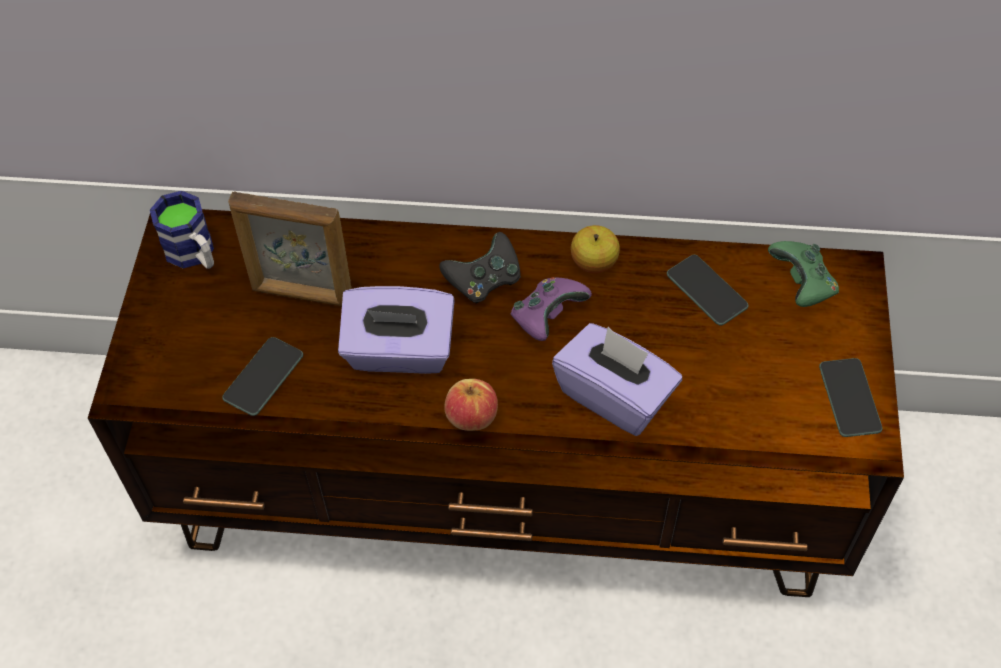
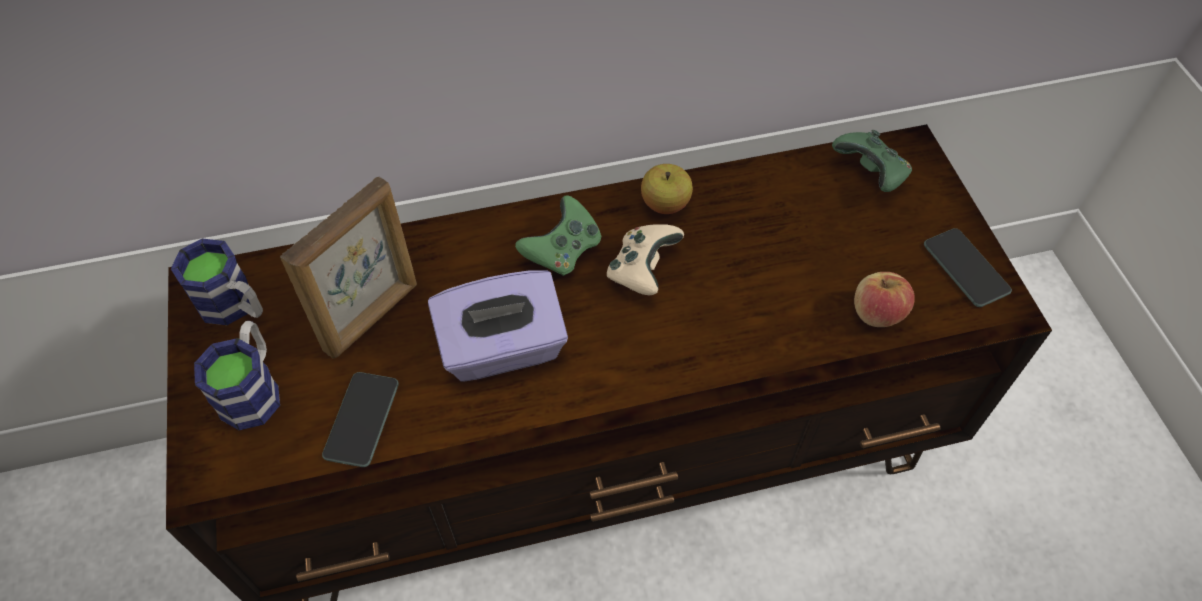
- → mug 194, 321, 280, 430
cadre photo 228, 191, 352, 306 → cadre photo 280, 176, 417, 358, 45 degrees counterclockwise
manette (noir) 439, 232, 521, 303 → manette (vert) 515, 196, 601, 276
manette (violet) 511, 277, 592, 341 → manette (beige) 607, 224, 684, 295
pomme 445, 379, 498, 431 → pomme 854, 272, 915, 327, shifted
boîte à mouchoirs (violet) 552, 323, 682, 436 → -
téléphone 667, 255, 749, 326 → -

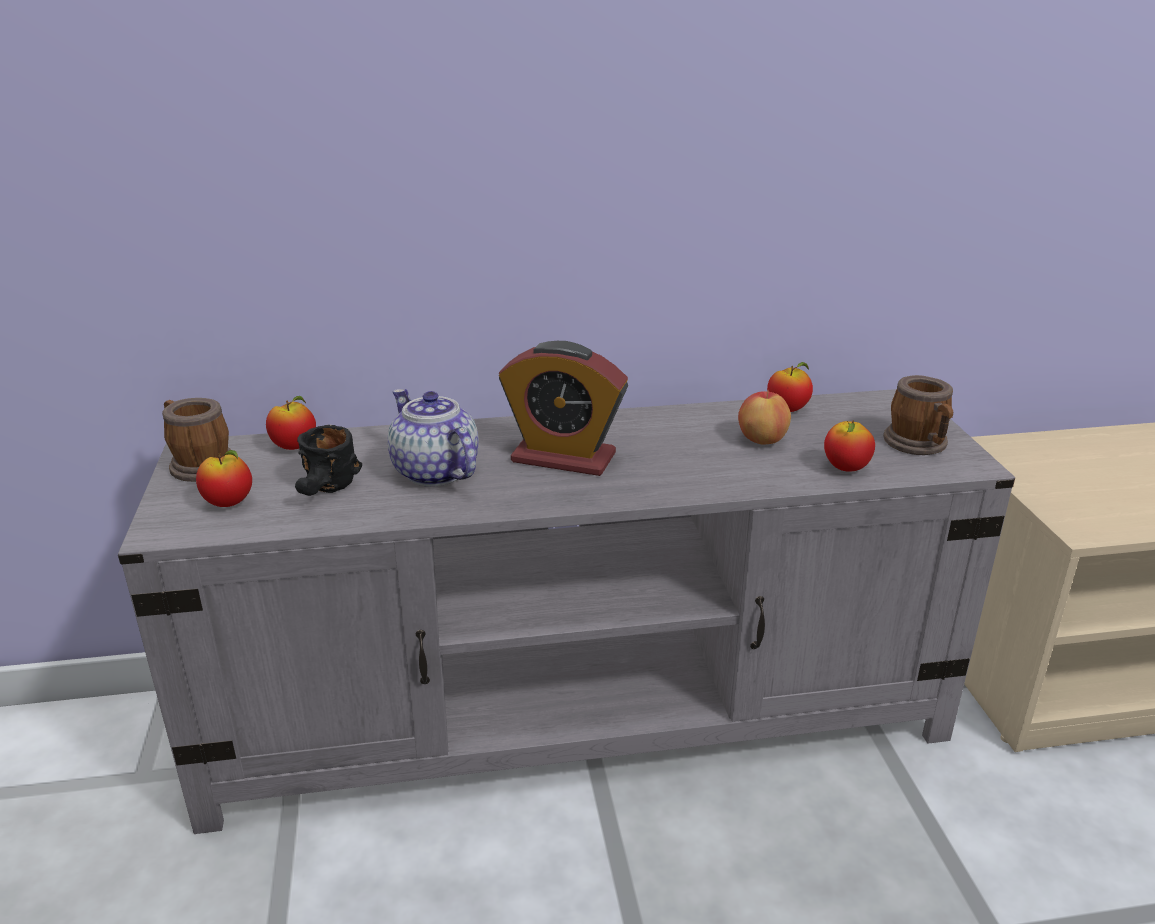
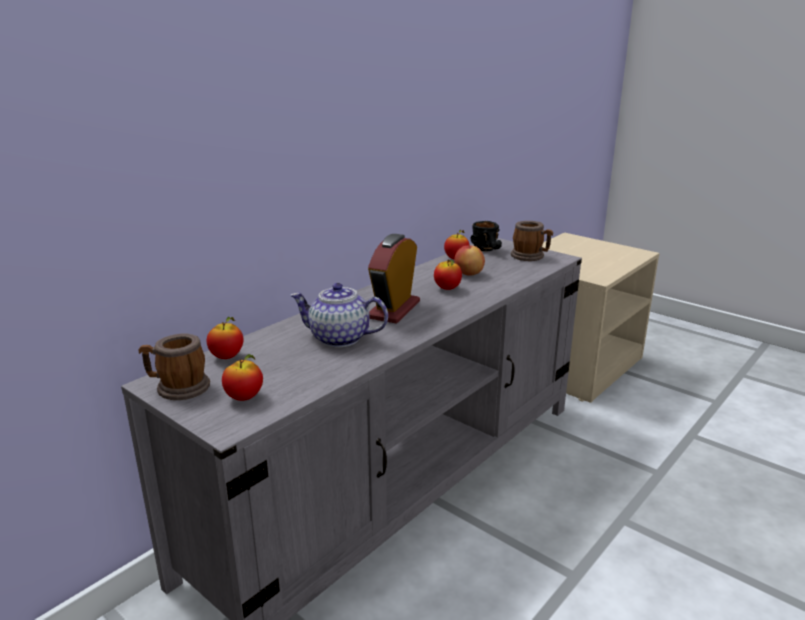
réveil 499, 341, 628, 476 → réveil 368, 234, 420, 324, 135 degrees clockwise
pomme 824, 421, 875, 472 → pomme 434, 260, 462, 290, shifted
mug (noir) 295, 425, 362, 496 → mug (noir) 471, 221, 502, 251, shifted

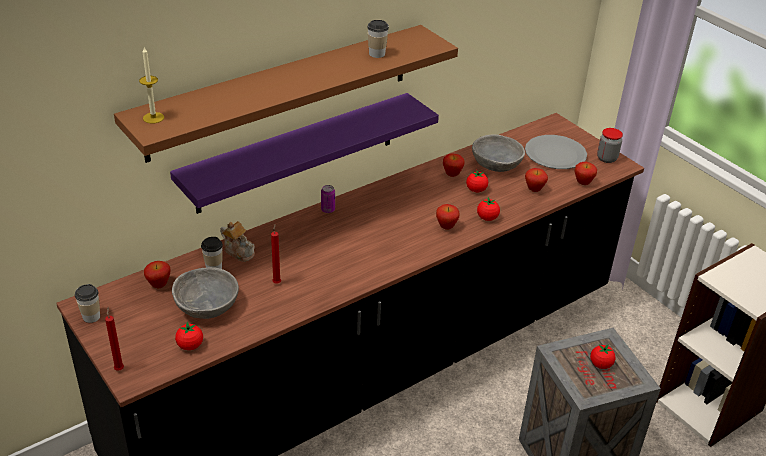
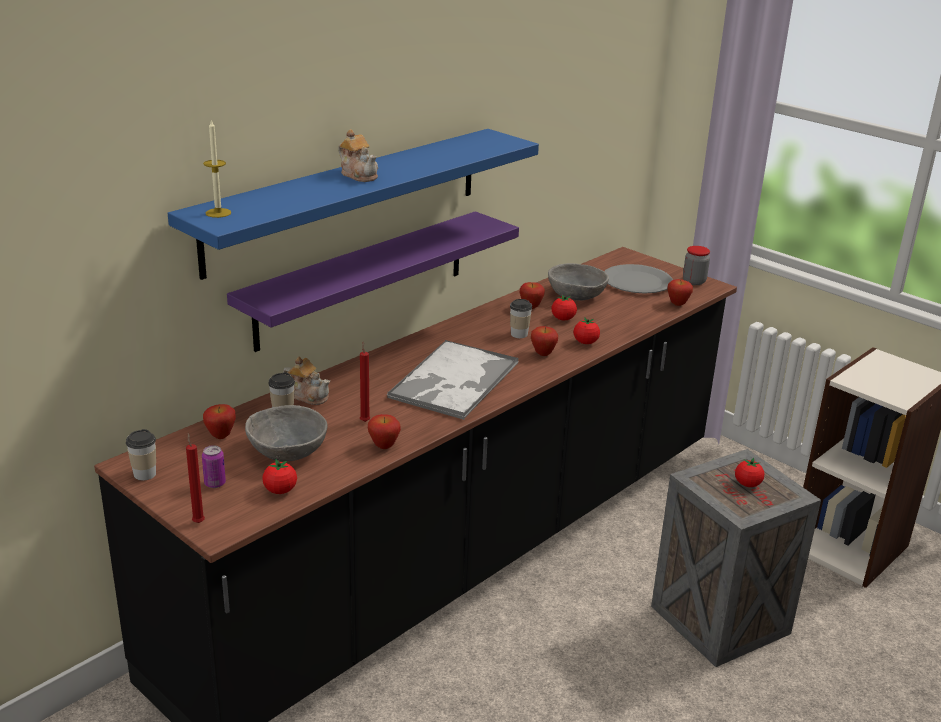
étagère (marron) 114, 25, 458, 163 → étagère (bleu) 168, 129, 539, 280
boîte métallique 321, 185, 335, 213 → boîte métallique 202, 445, 226, 488, shifted
- → théière 338, 129, 378, 182
pomme 525, 168, 548, 192 → pomme 368, 414, 401, 449, shifted
- → plateau 387, 340, 518, 420
tasse 367, 20, 389, 58 → tasse 510, 299, 532, 338, shifted

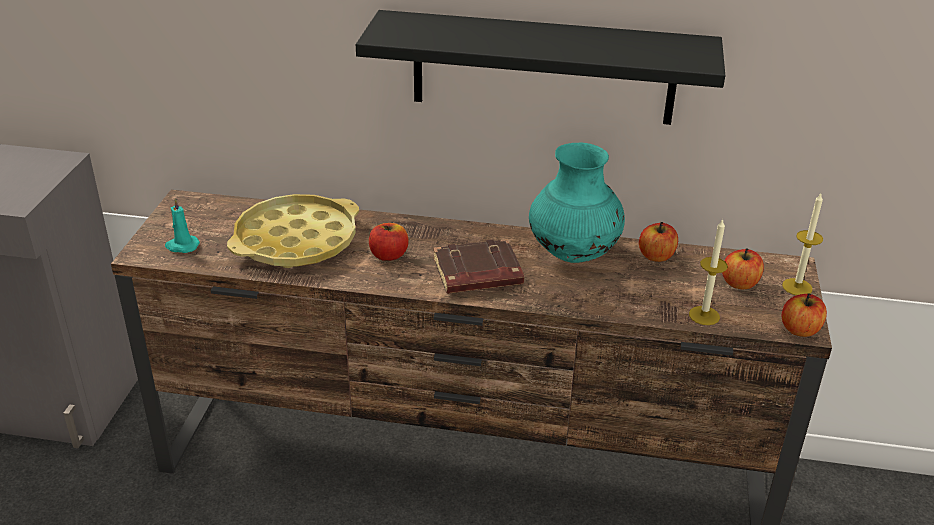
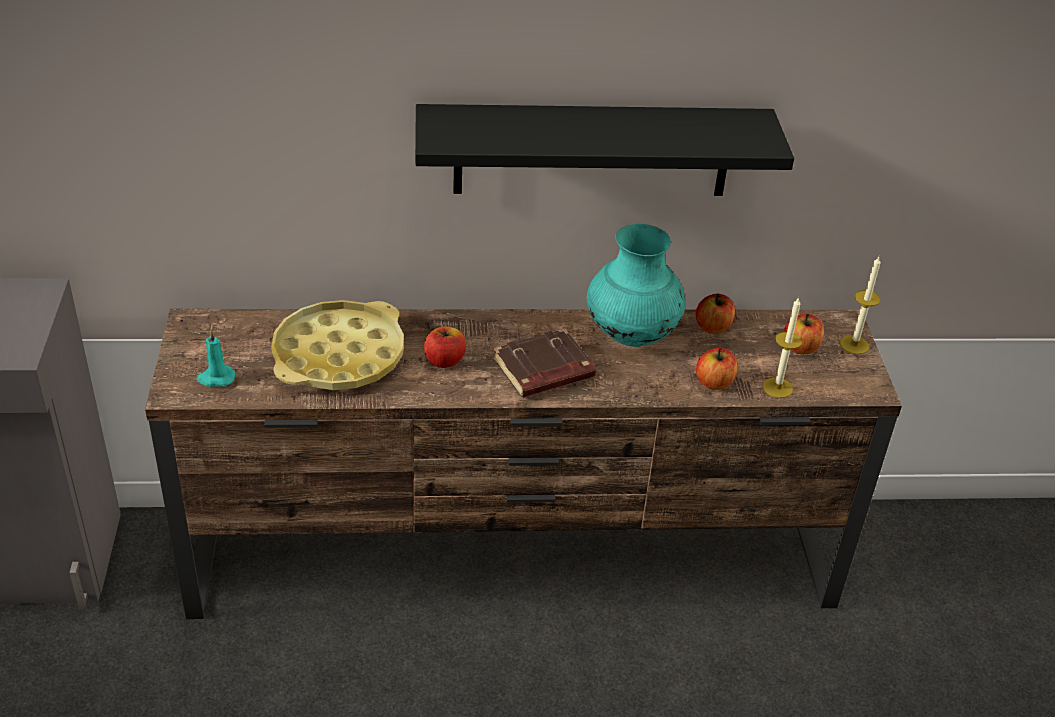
pomme 781, 293, 827, 337 → pomme 696, 348, 738, 390, shifted

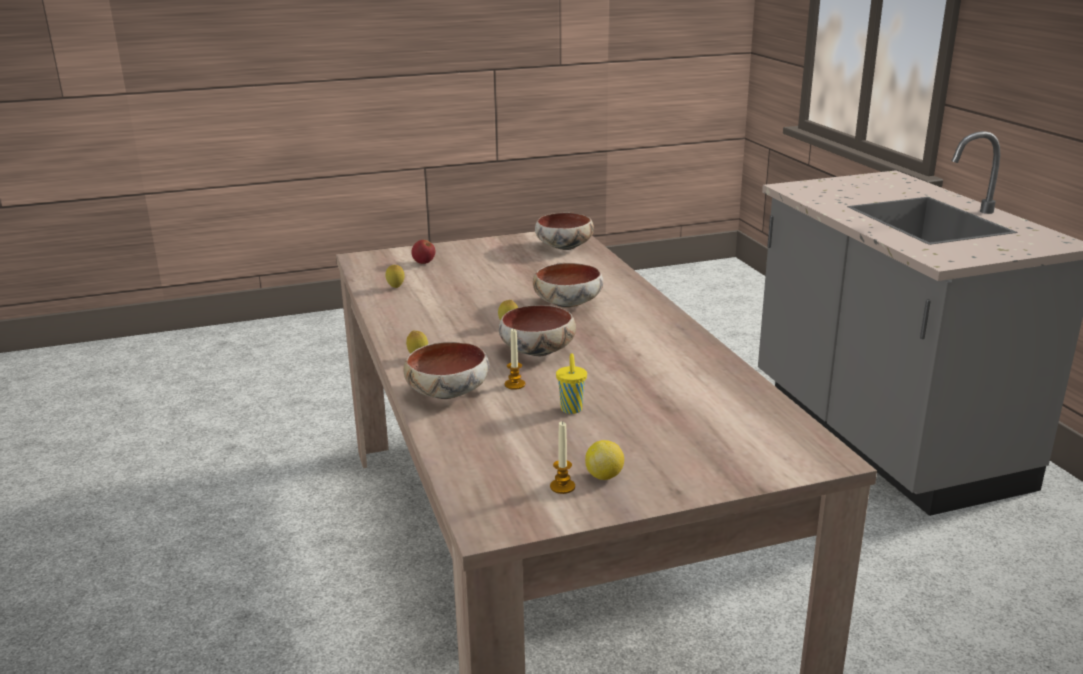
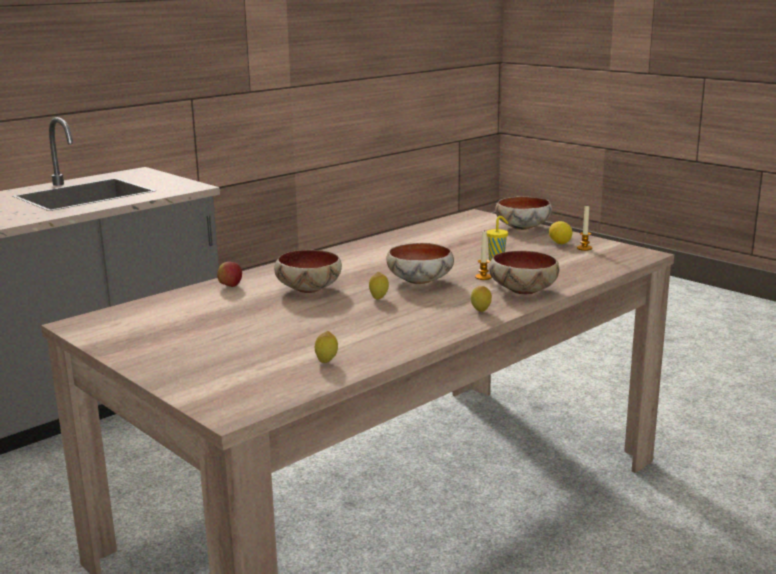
pomme 411, 240, 435, 264 → pomme 217, 262, 242, 287, shifted
bol 535, 212, 594, 250 → bol 495, 196, 552, 230, shifted

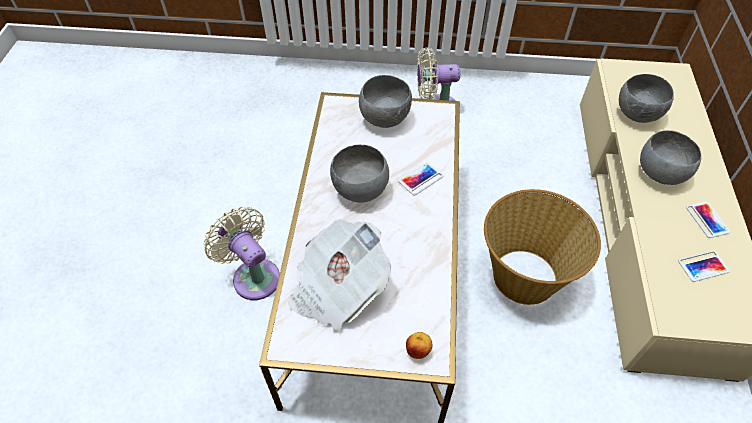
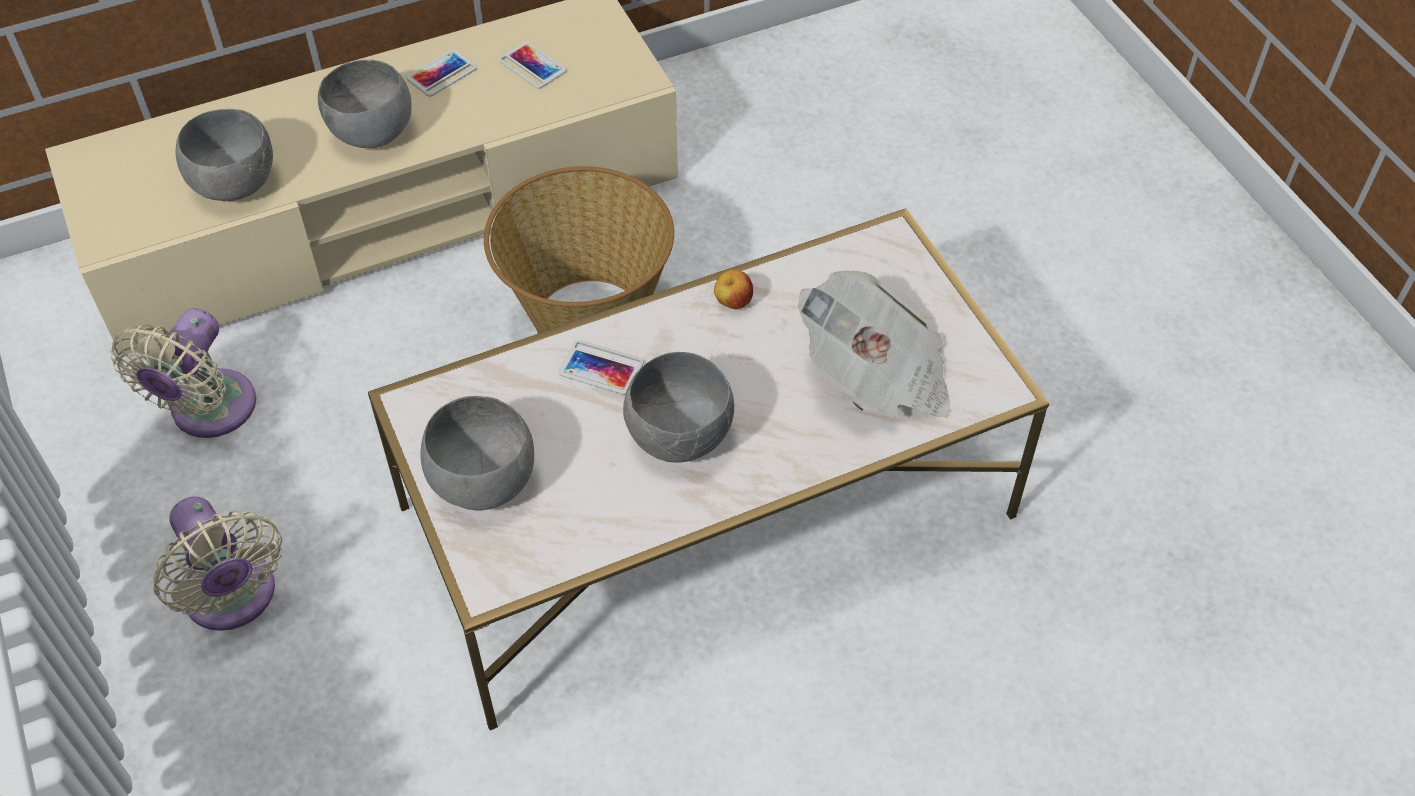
ventilateur (beige) 204, 207, 280, 300 → ventilateur (beige) 110, 308, 256, 438, shifted
pomme 406, 332, 432, 359 → pomme 714, 270, 753, 309, shifted

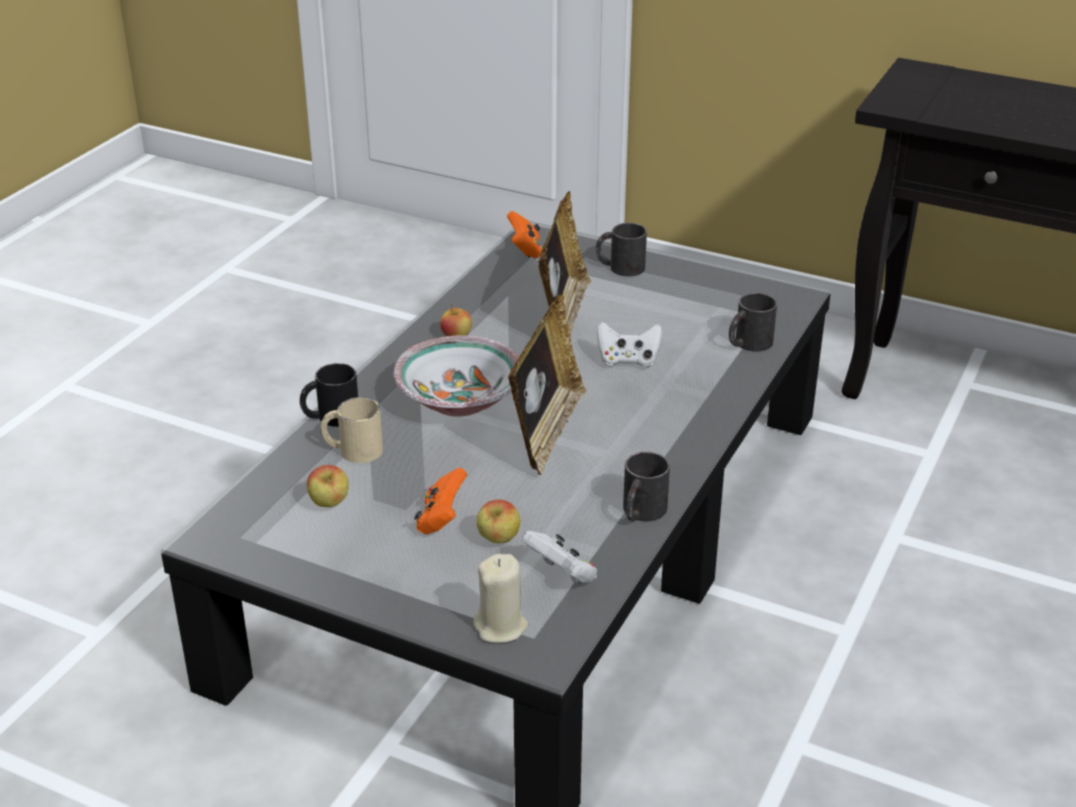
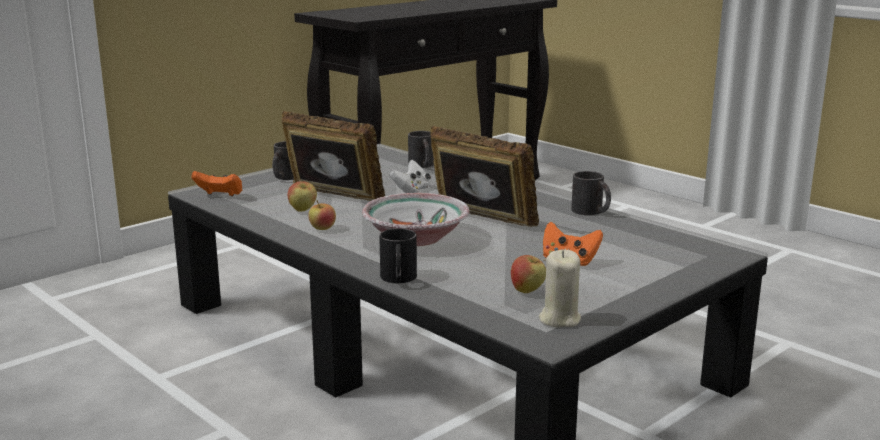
pomme 477, 500, 520, 543 → pomme 287, 181, 317, 212, shifted
bougie (beige) 473, 554, 528, 643 → bougie (beige) 539, 250, 581, 327, shifted
mug (beige) 321, 397, 383, 463 → -
manette (blanc) 522, 531, 597, 584 → -

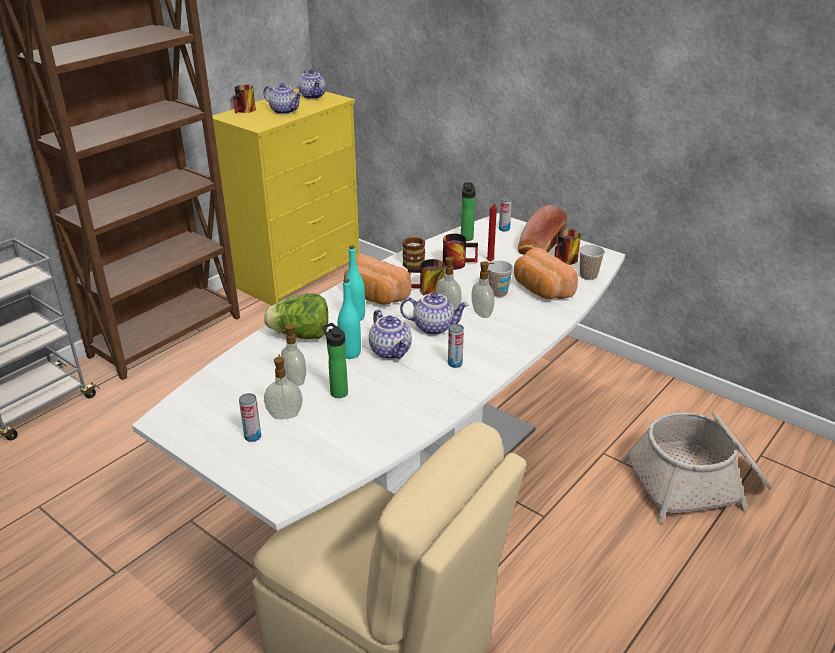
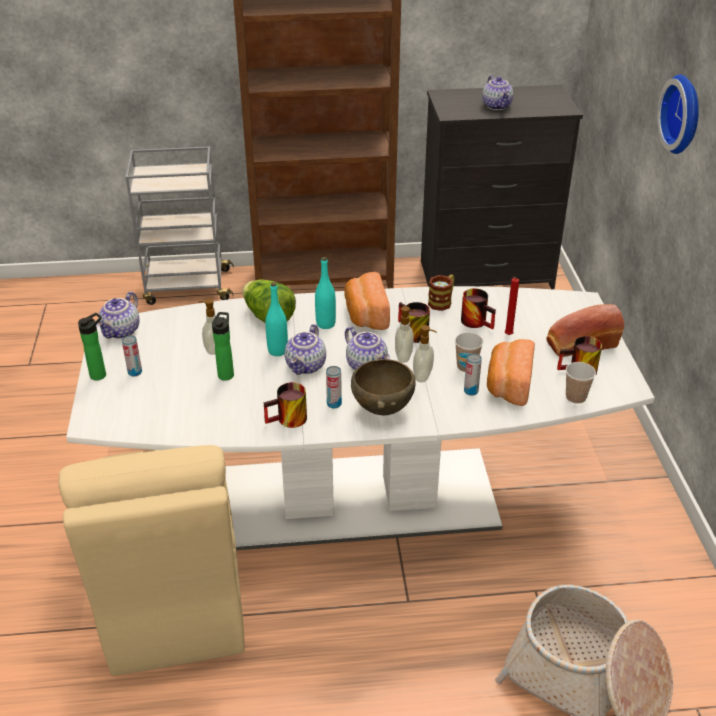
bouteille 461, 183, 476, 241 → bouteille 78, 313, 106, 381, shifted
théière 298, 69, 326, 99 → théière 97, 291, 139, 339, shifted
mug 233, 85, 256, 113 → mug 264, 382, 307, 428, shifted
- → bol (marron) 351, 359, 416, 415
commode (jaune) 213, 89, 360, 306 → commode (noir) 421, 85, 583, 289
boîte métallique 499, 197, 512, 231 → boîte métallique 464, 353, 482, 396, shifted
- → horloge murale 657, 74, 699, 154
distributeur de savon 264, 354, 303, 419 → -

